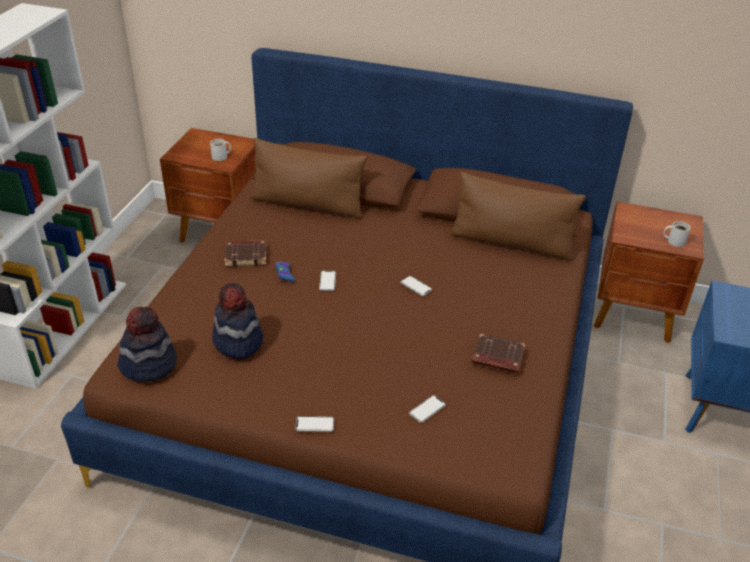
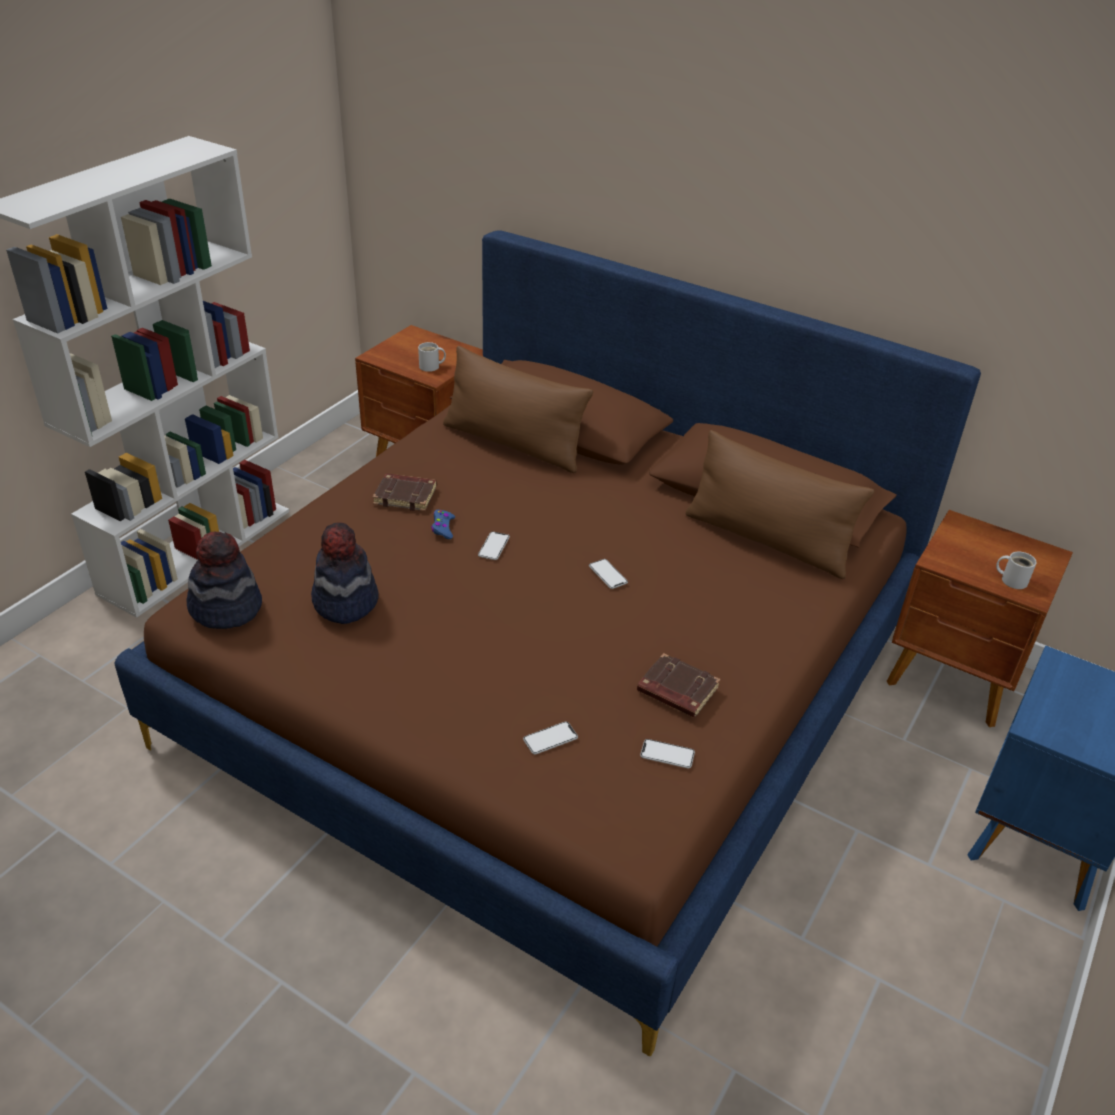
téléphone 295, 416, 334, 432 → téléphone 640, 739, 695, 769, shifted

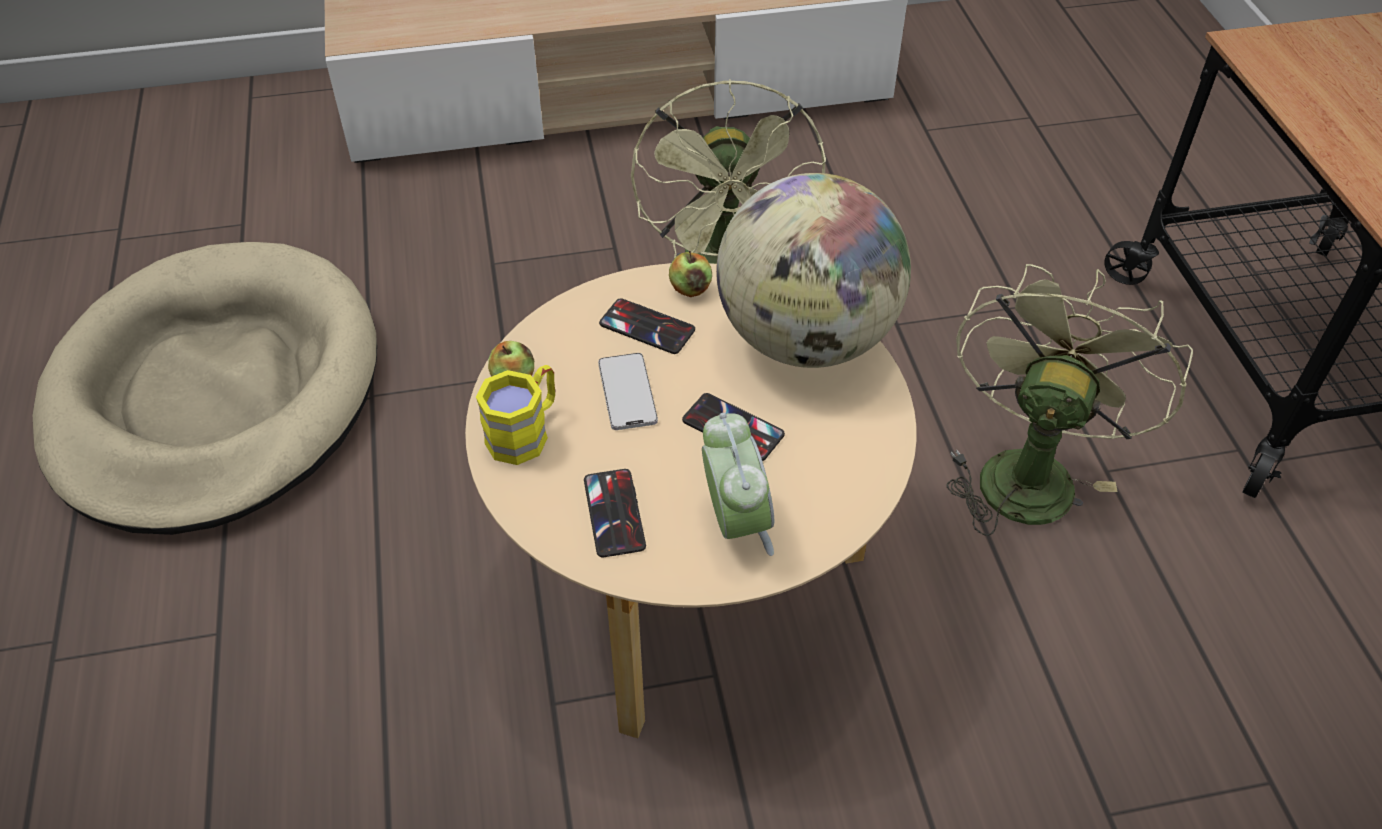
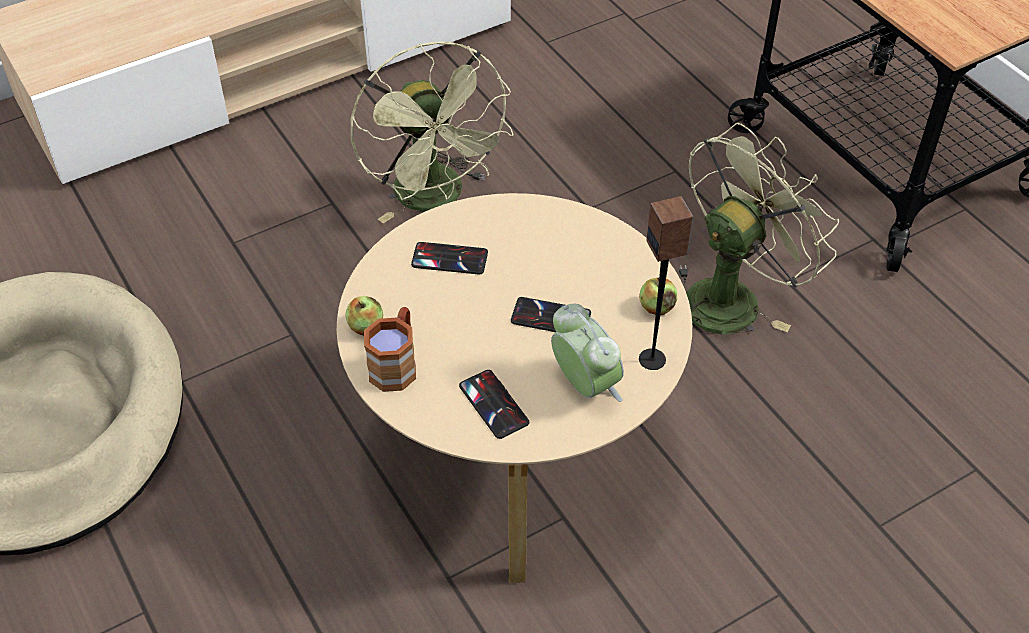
mug (jaune) 476, 365, 555, 465 → mug (marron) 364, 307, 416, 392
- → enceinte 639, 196, 694, 370
pomme 669, 251, 712, 297 → pomme 639, 277, 677, 315, shifted
ventilateur (vert) 946, 264, 1193, 536 → ventilateur (vert) 679, 123, 839, 334, 45 degrees clockwise
téléphone 598, 353, 658, 430 → -
globe 716, 173, 911, 368 → -

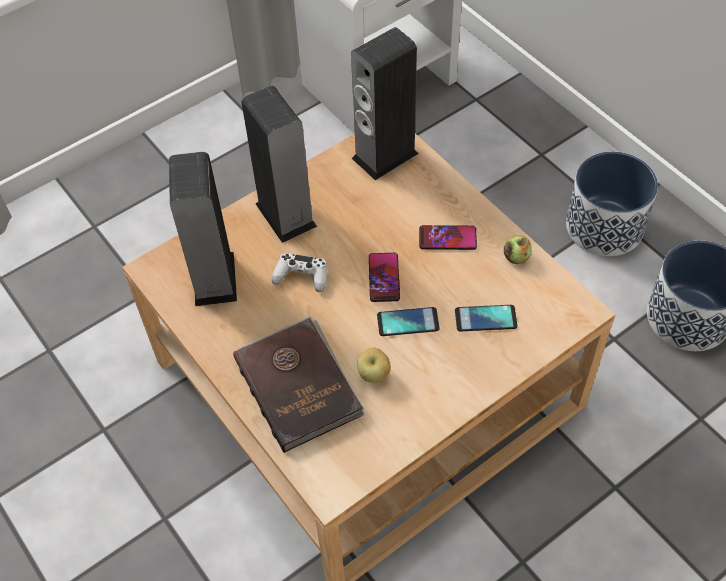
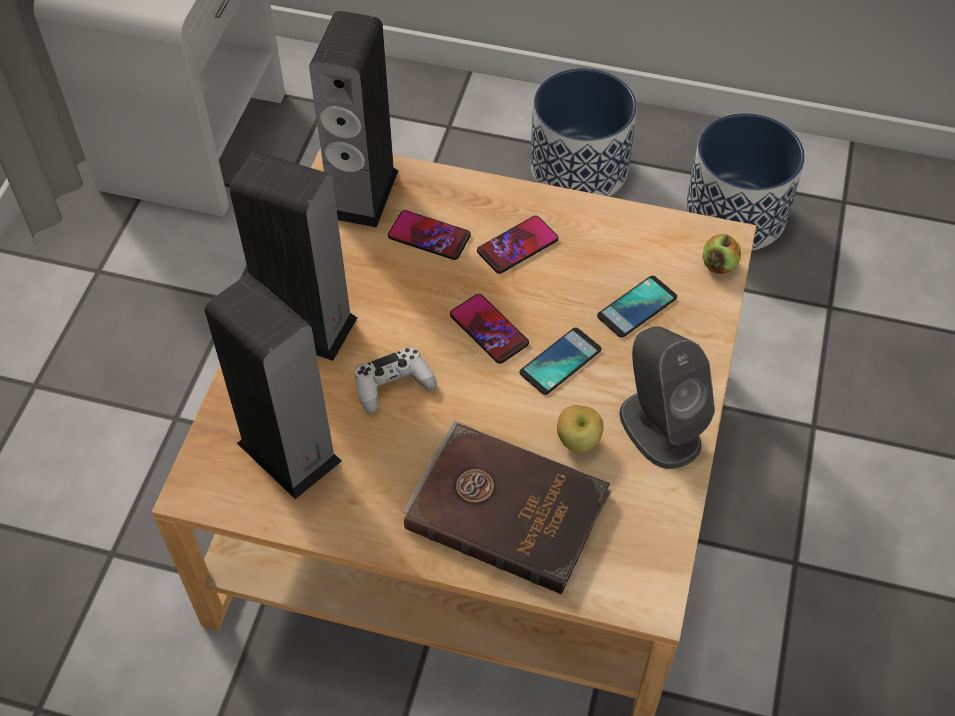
- → téléphone 388, 210, 471, 260
- → enceinte (gris) 619, 326, 715, 469
pomme 504, 235, 532, 264 → pomme 703, 234, 741, 274, shifted

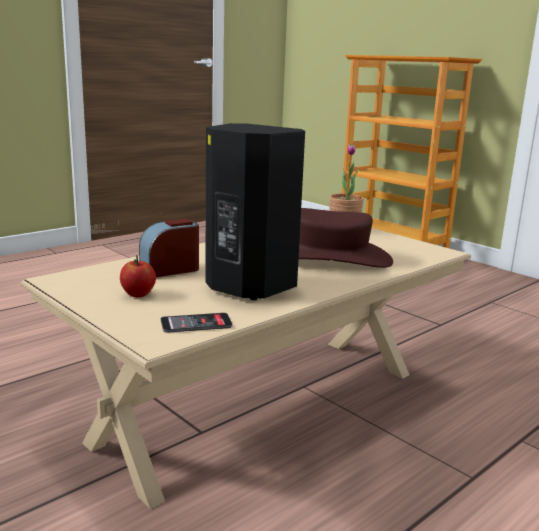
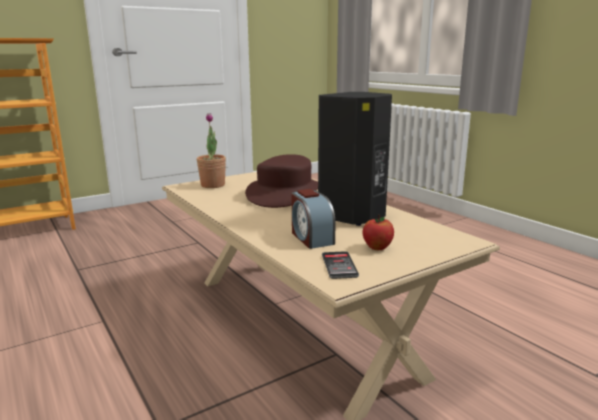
téléphone 160, 313, 233, 333 → téléphone 322, 251, 359, 279, shifted

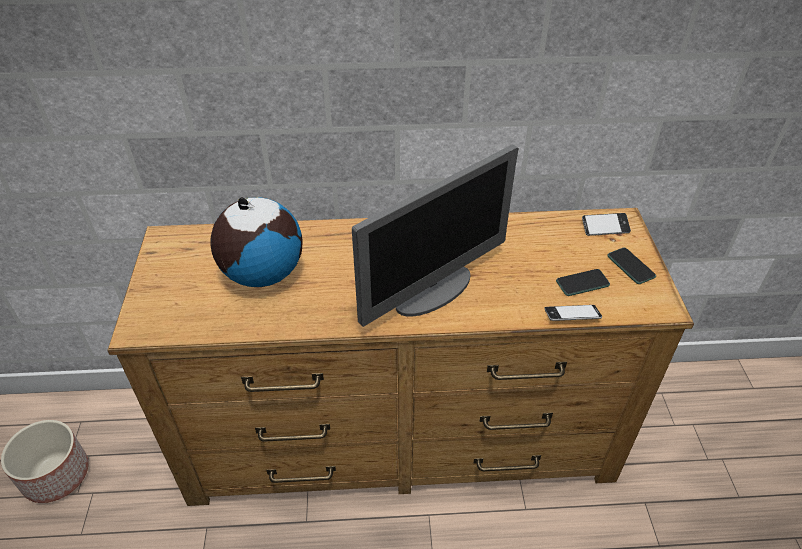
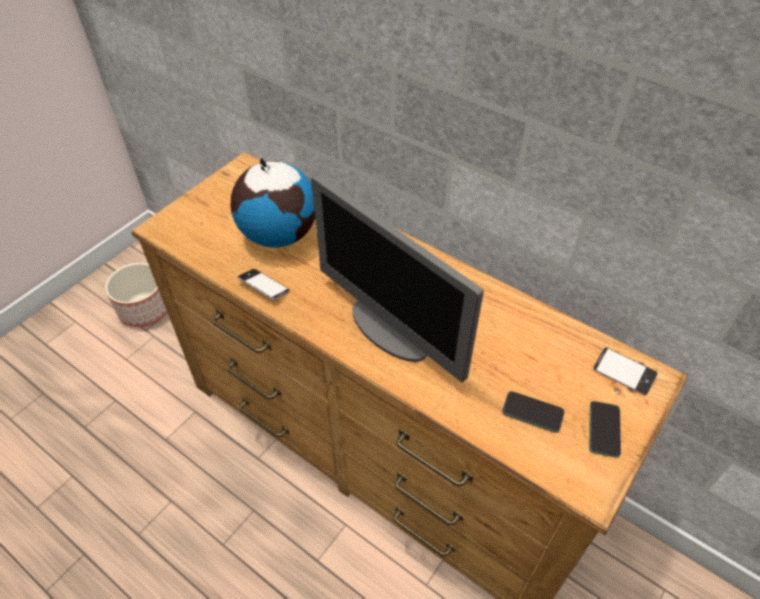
téléphone 544, 305, 602, 321 → téléphone 238, 269, 290, 300, shifted
écran d'ordinateur 352, 145, 518, 327 → écran d'ordinateur 311, 175, 484, 383, 45 degrees clockwise

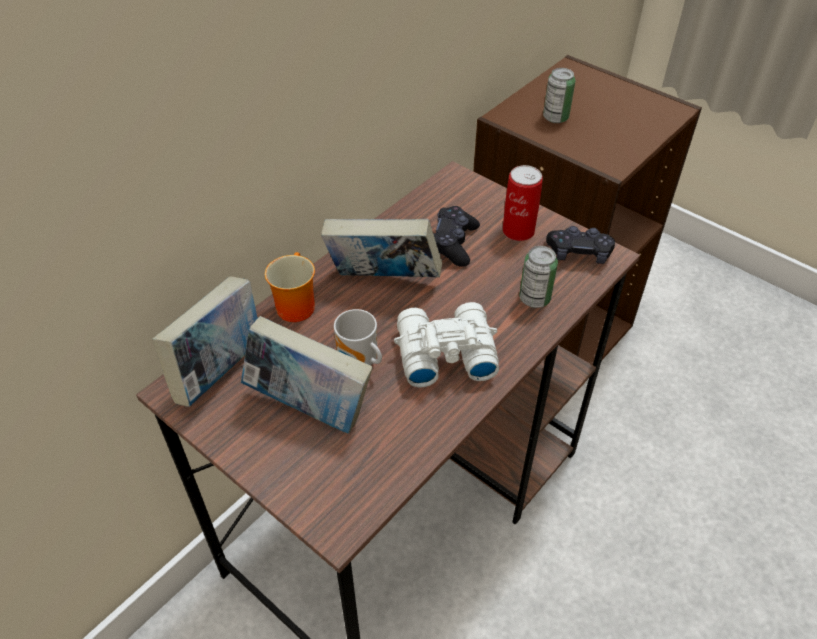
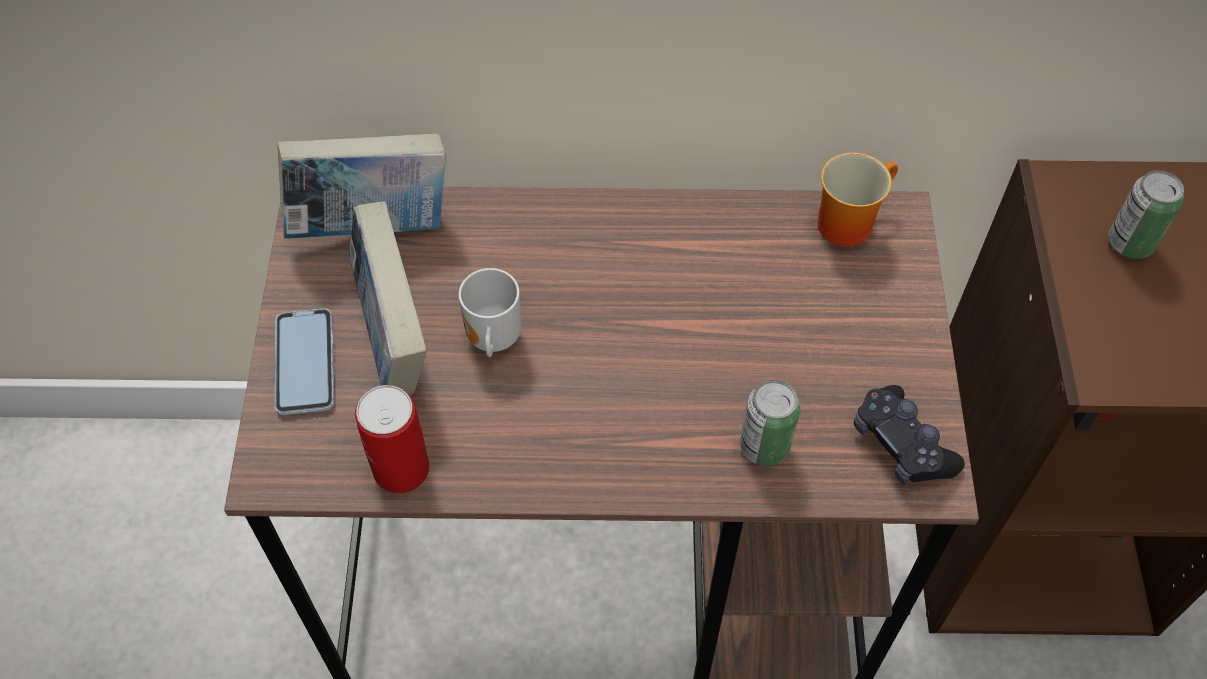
- → téléphone 275, 308, 334, 415
boîte métallique 503, 165, 543, 241 → boîte métallique 355, 385, 429, 494, shifted
mug 265, 252, 315, 322 → mug 818, 152, 898, 247, shifted
livre 321, 219, 442, 277 → -
jumelles (blanc) 394, 302, 499, 387 → -
manette (noir) 433, 206, 480, 267 → -

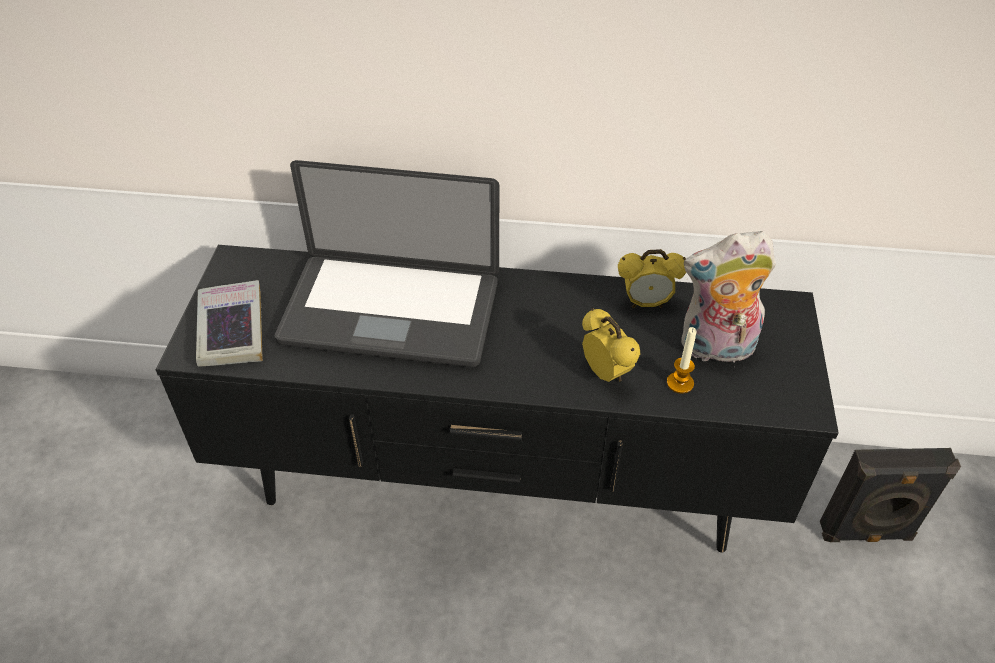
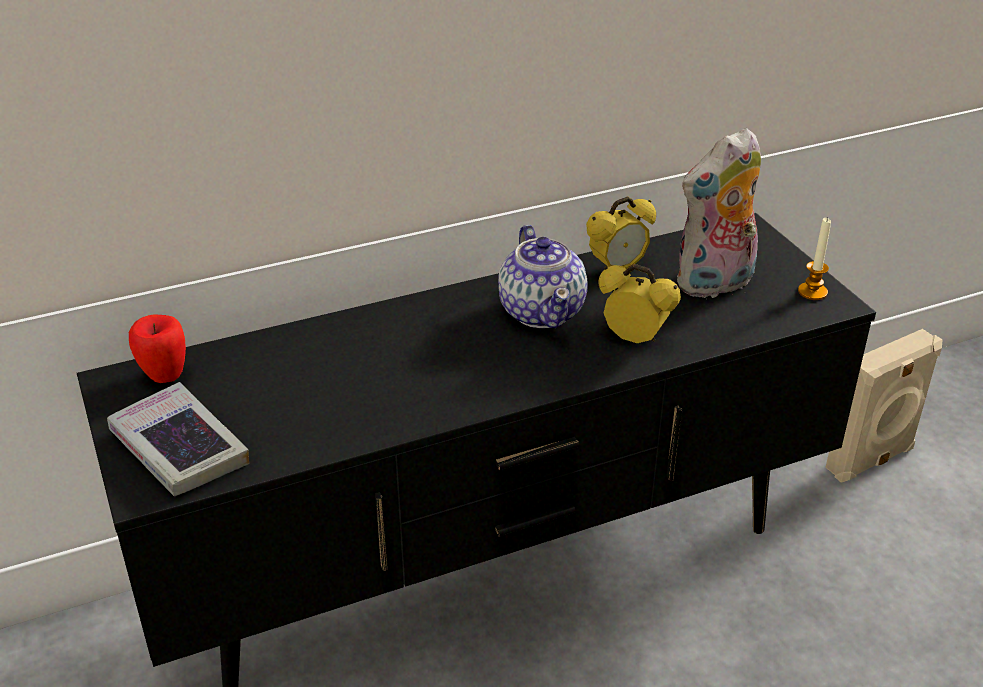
- → pomme 129, 315, 186, 383
- → théière 498, 225, 588, 329
bougie 667, 327, 696, 394 → bougie 798, 217, 831, 300, shifted
enceinte (noir) 820, 448, 961, 542 → enceinte (beige) 825, 329, 943, 483
ordinateur portable 275, 160, 499, 367 → -

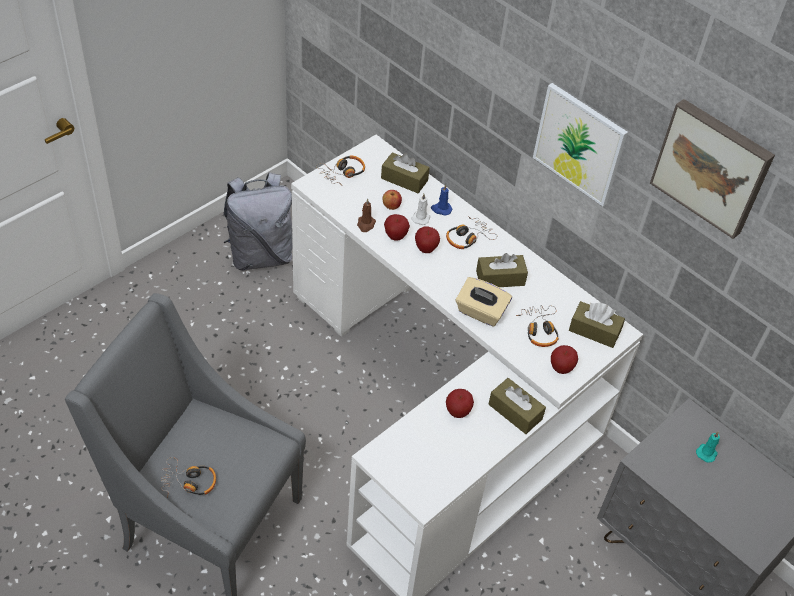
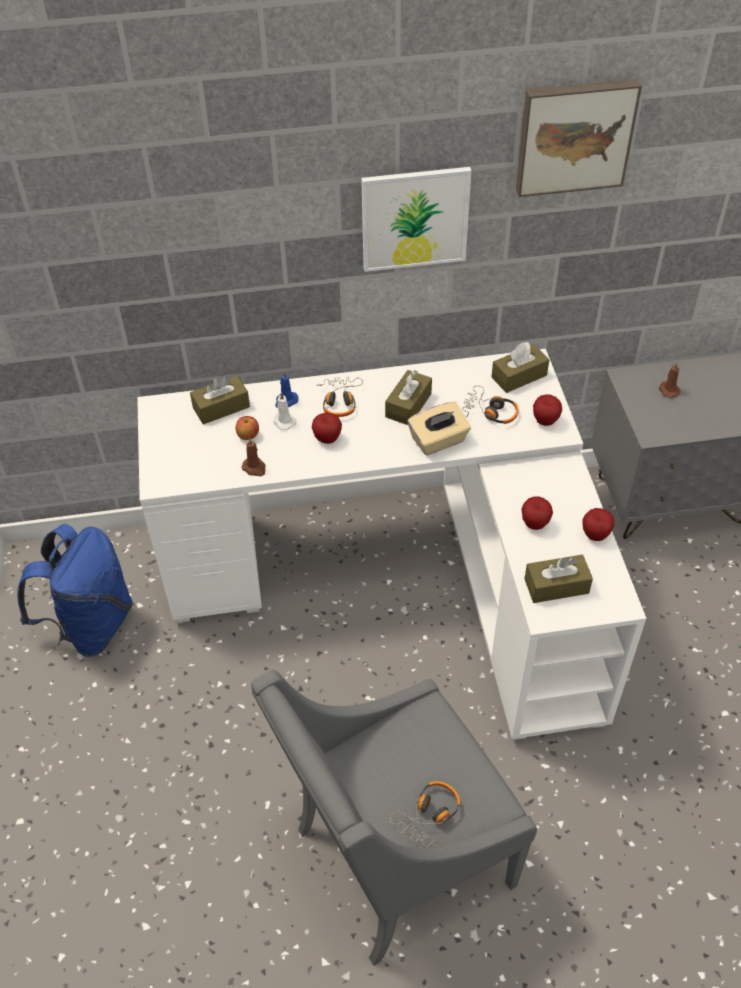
sac à dos (gris) 223, 172, 293, 271 → sac à dos (bleu) 17, 524, 133, 656
boîte à mouchoirs (marron) 489, 378, 546, 434 → boîte à mouchoirs (marron) 525, 555, 593, 603, shifted
pomme 384, 214, 410, 241 → pomme 582, 508, 614, 541, shifted
bougie (turquoise) 696, 432, 720, 463 → bougie (marron) 659, 362, 681, 398
casque audio 316, 155, 365, 185 → -

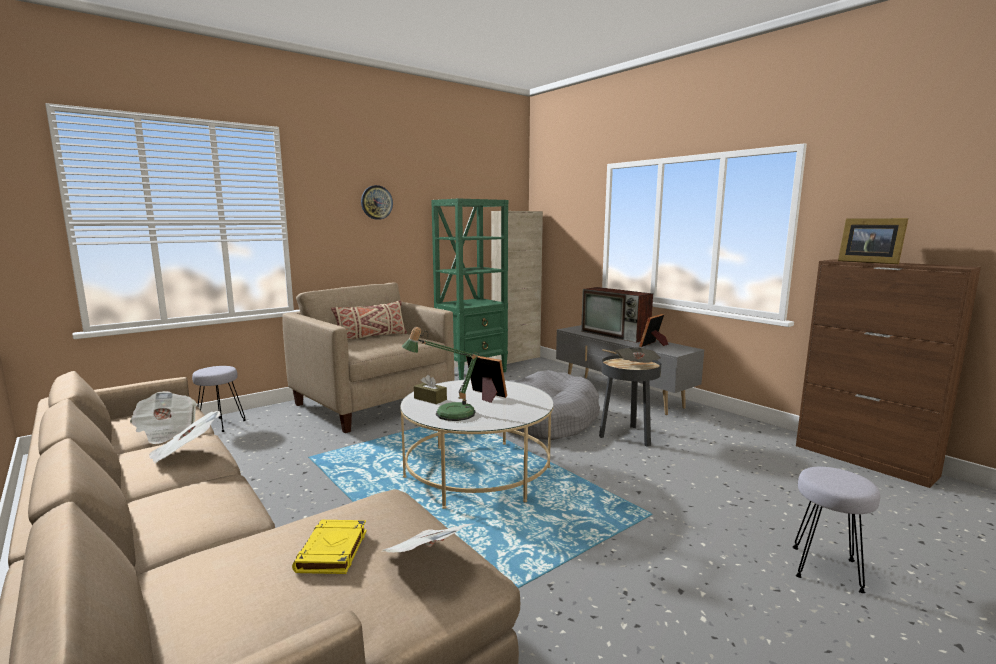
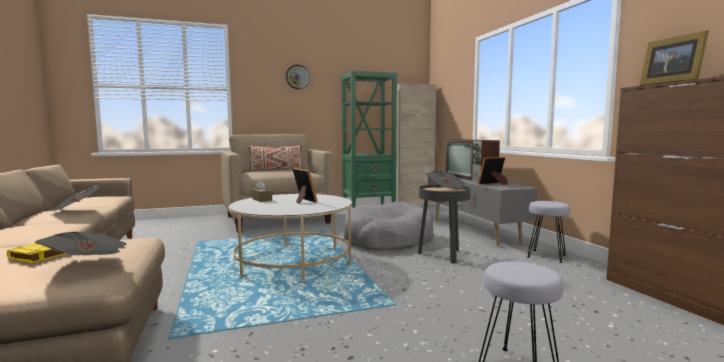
tabouret (gris) 192, 366, 246, 432 → tabouret (gris) 528, 201, 571, 263, shifted
journal 130, 391, 197, 444 → -
lampe de table 402, 327, 480, 421 → -

